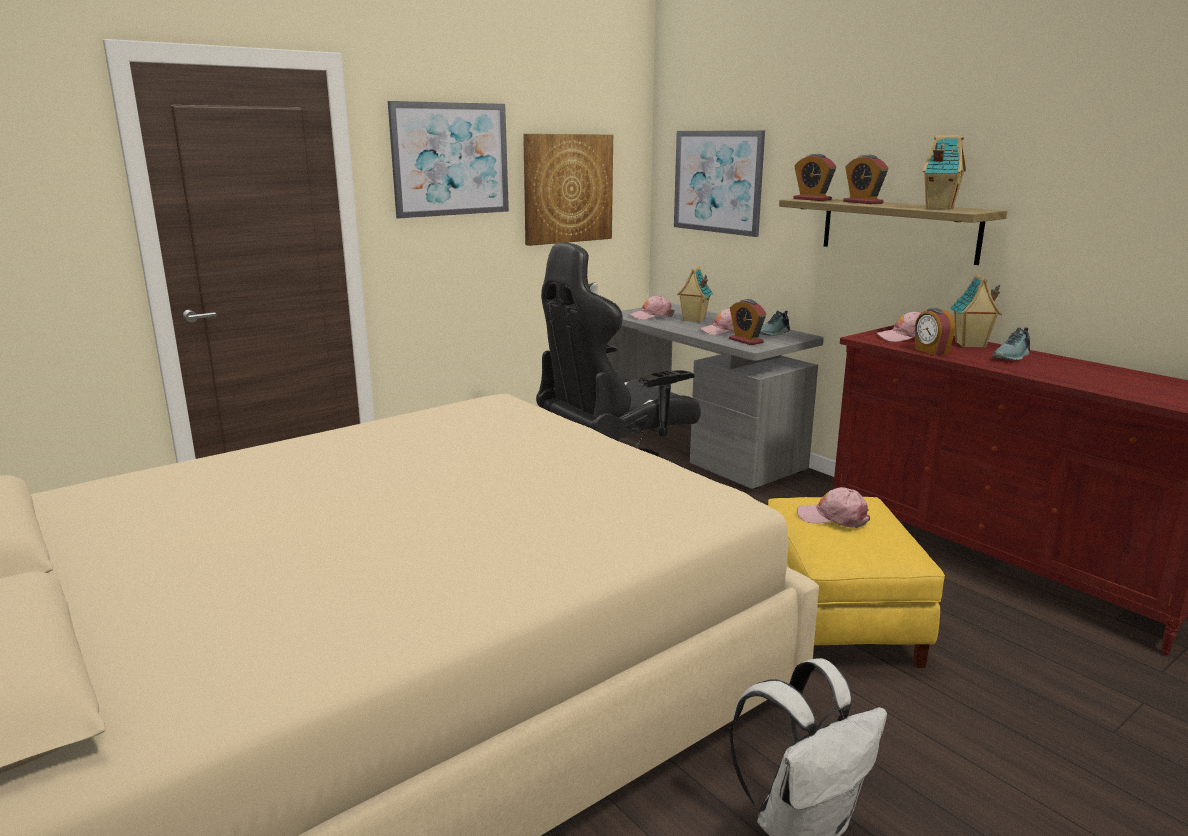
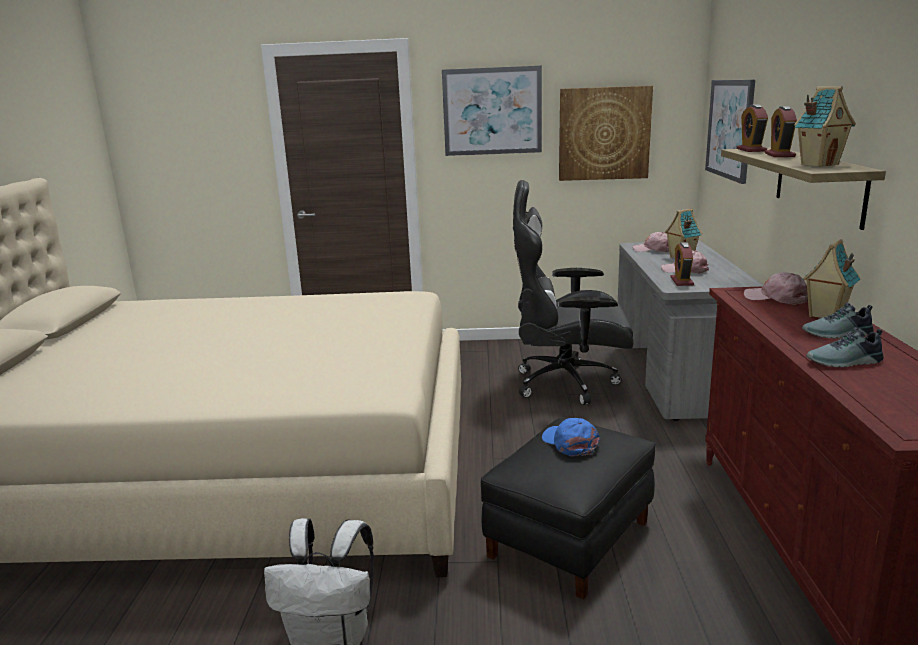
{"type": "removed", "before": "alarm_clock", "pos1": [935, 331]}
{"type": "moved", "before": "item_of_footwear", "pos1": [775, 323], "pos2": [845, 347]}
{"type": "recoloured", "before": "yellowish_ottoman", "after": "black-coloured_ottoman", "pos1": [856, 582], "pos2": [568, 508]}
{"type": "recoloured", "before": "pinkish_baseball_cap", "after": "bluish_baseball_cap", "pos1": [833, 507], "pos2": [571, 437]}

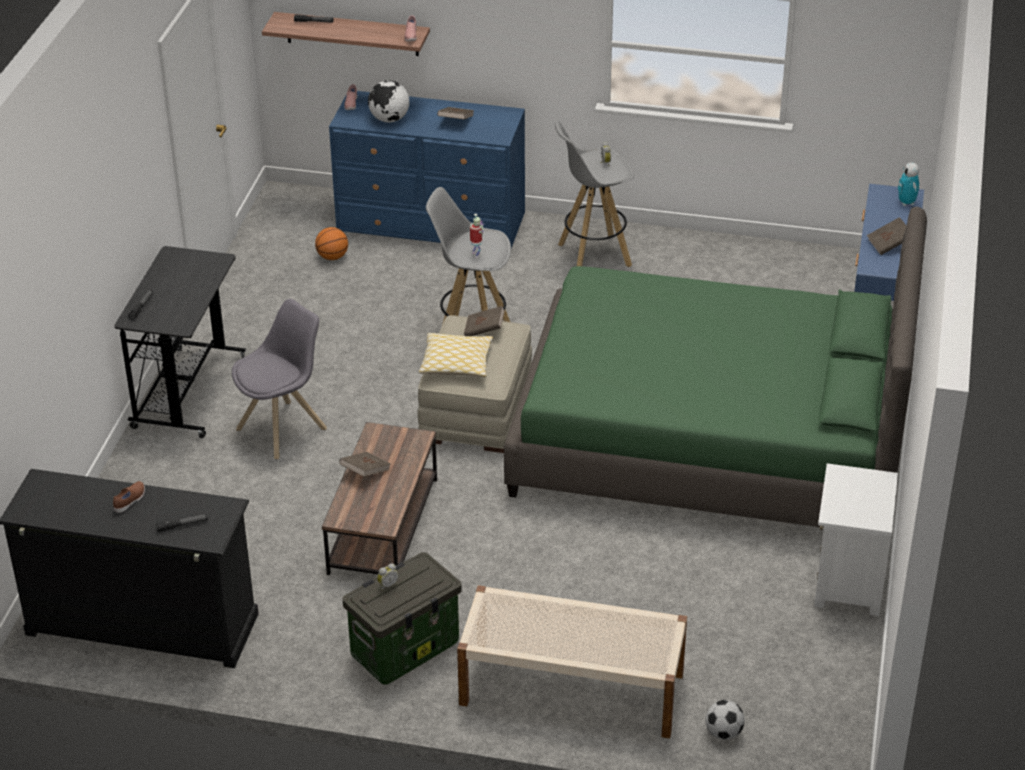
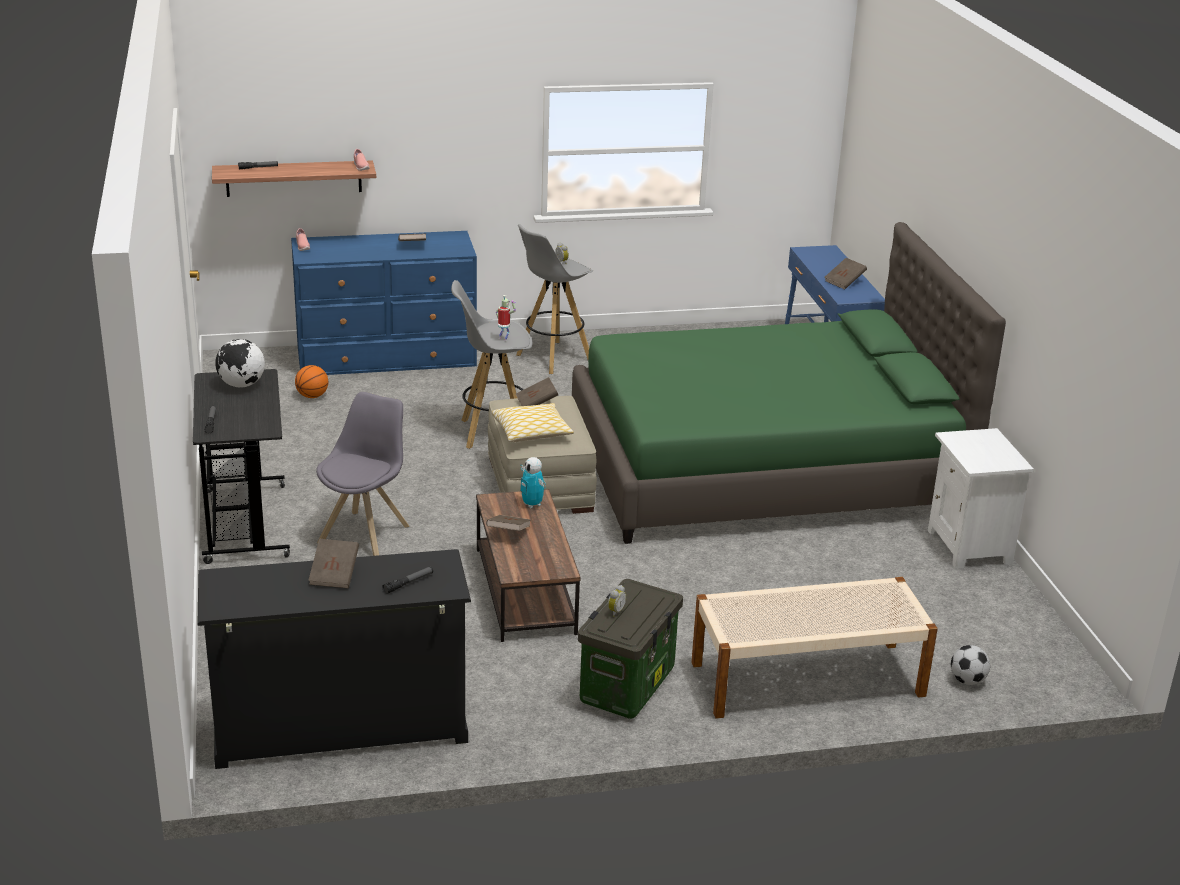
{"type": "moved", "before": "desk_globe", "pos1": [389, 101], "pos2": [240, 363]}
{"type": "moved", "before": "model_robot", "pos1": [908, 184], "pos2": [533, 482]}
{"type": "replaced", "before": "brown_item_of_footwear", "after": "brown_volume", "pos1": [129, 497], "pos2": [333, 563]}

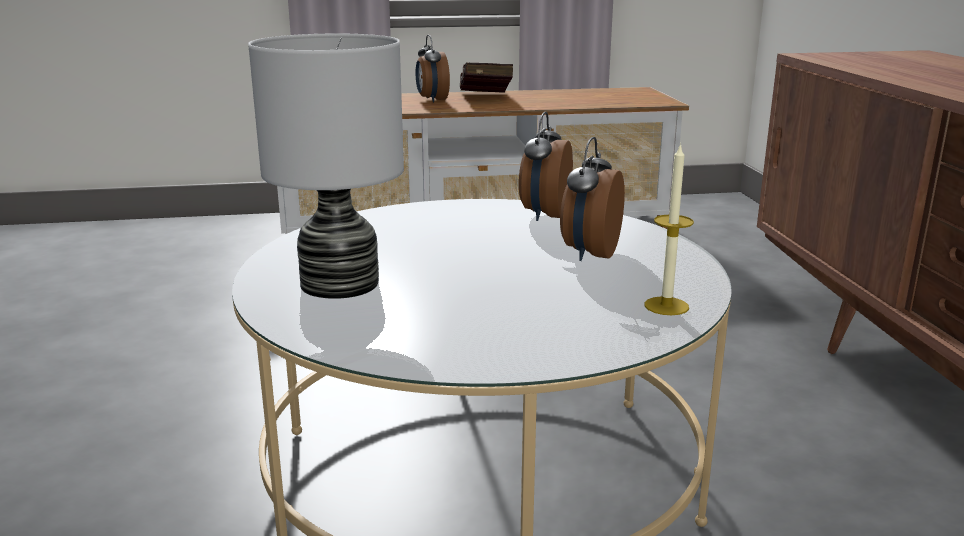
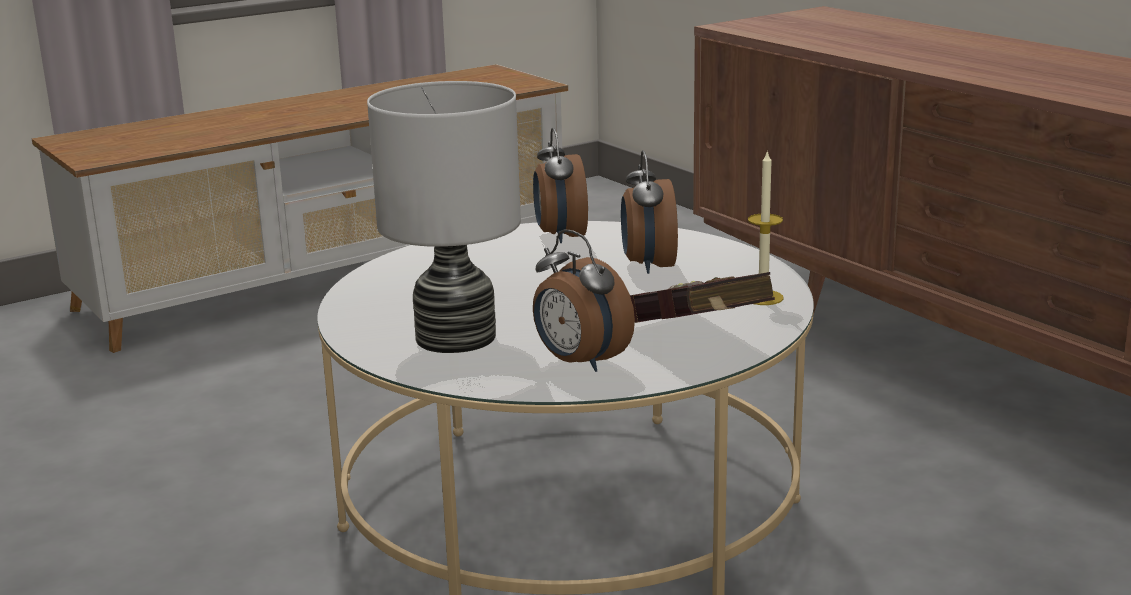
{"type": "moved", "before": "alarm_clock", "pos1": [433, 69], "pos2": [584, 300]}
{"type": "moved", "before": "reddish_volume", "pos1": [486, 77], "pos2": [702, 297]}

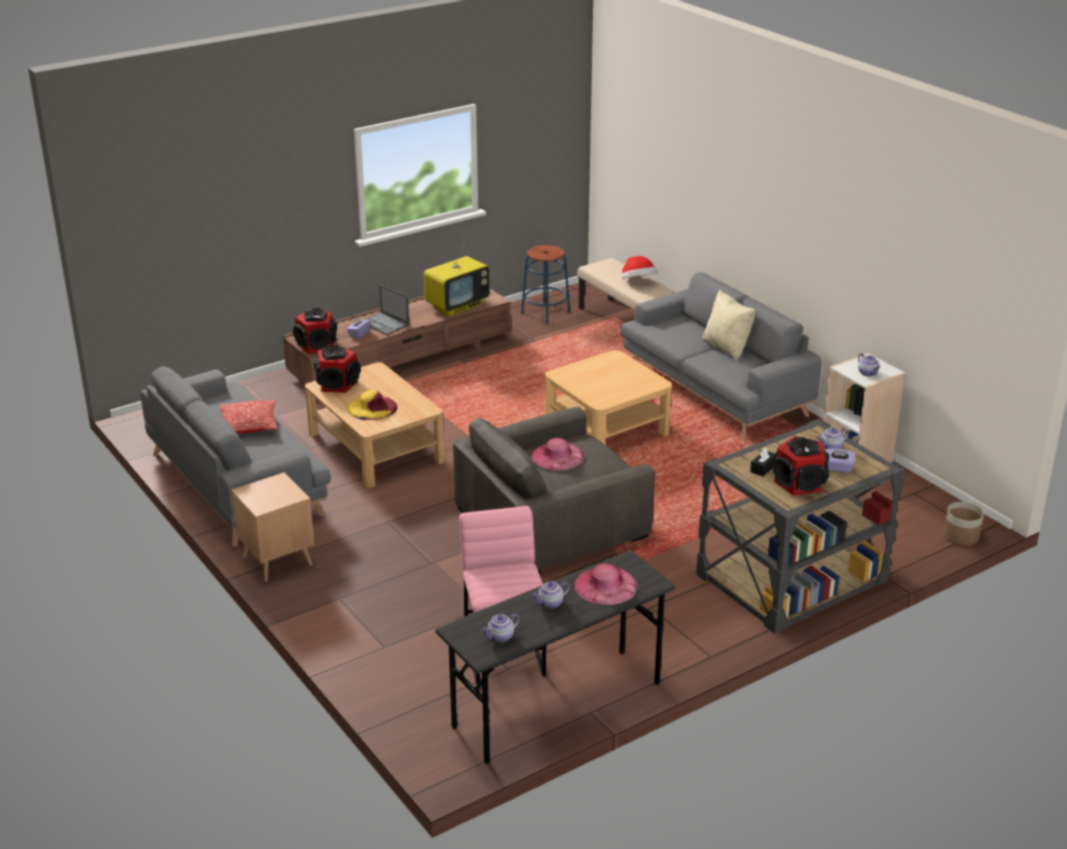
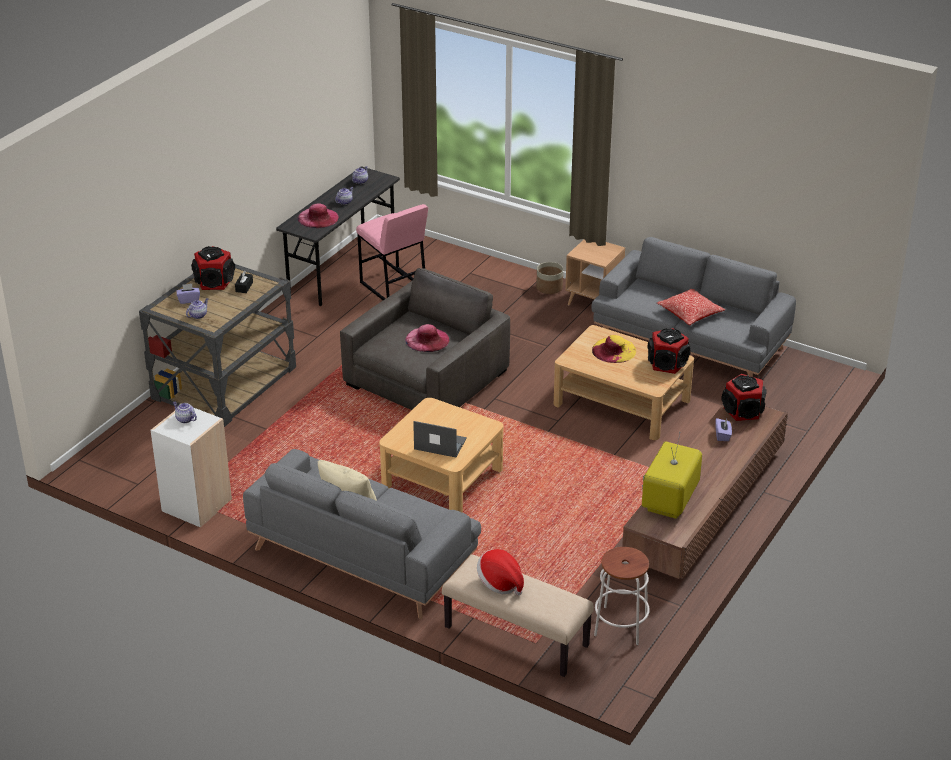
{"type": "moved", "before": "laptop", "pos1": [386, 310], "pos2": [440, 439]}
{"type": "moved", "before": "flower_pot", "pos1": [963, 523], "pos2": [549, 278]}
{"type": "recoloured", "before": "bluish_stool", "after": "white-coloured_stool", "pos1": [545, 284], "pos2": [622, 596]}

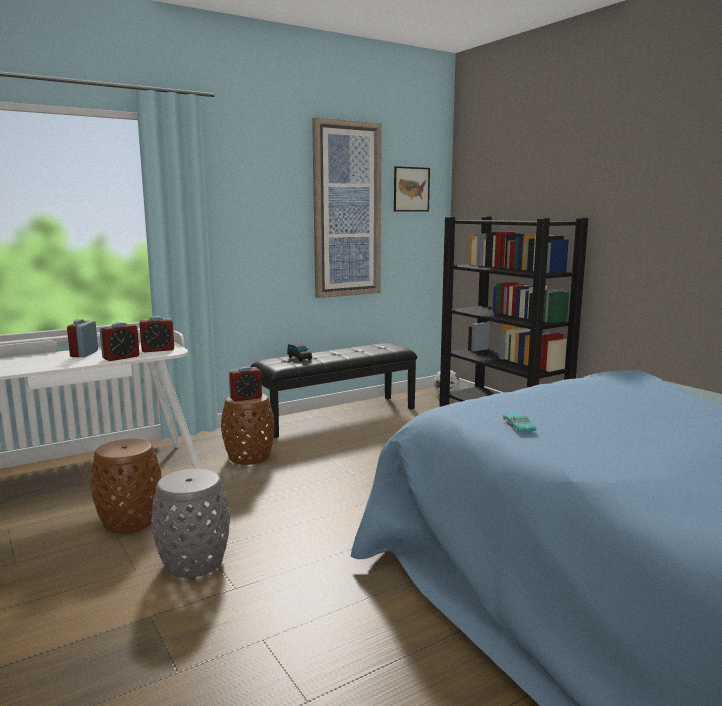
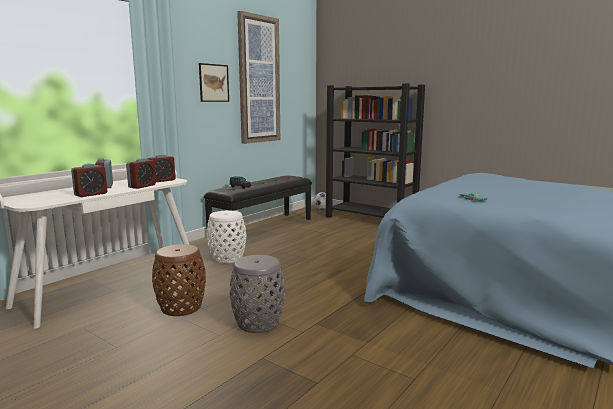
{"type": "moved", "before": "alarm_clock", "pos1": [245, 384], "pos2": [89, 180]}
{"type": "moved", "before": "wall_picture", "pos1": [412, 189], "pos2": [214, 82]}
{"type": "recoloured", "before": "brown_stool", "after": "white-coloured_stool", "pos1": [248, 429], "pos2": [226, 237]}

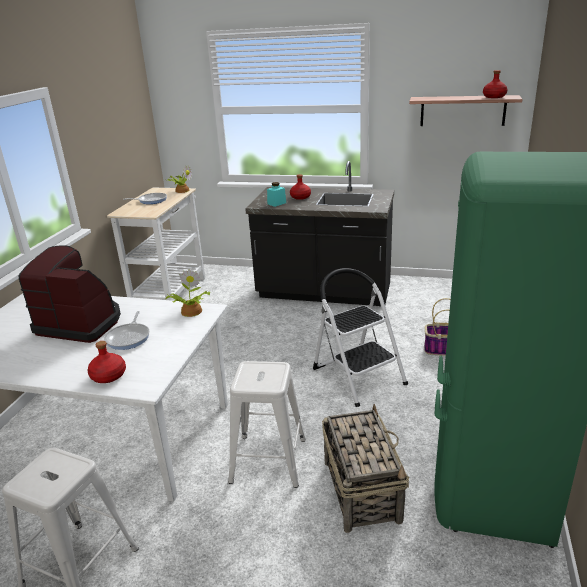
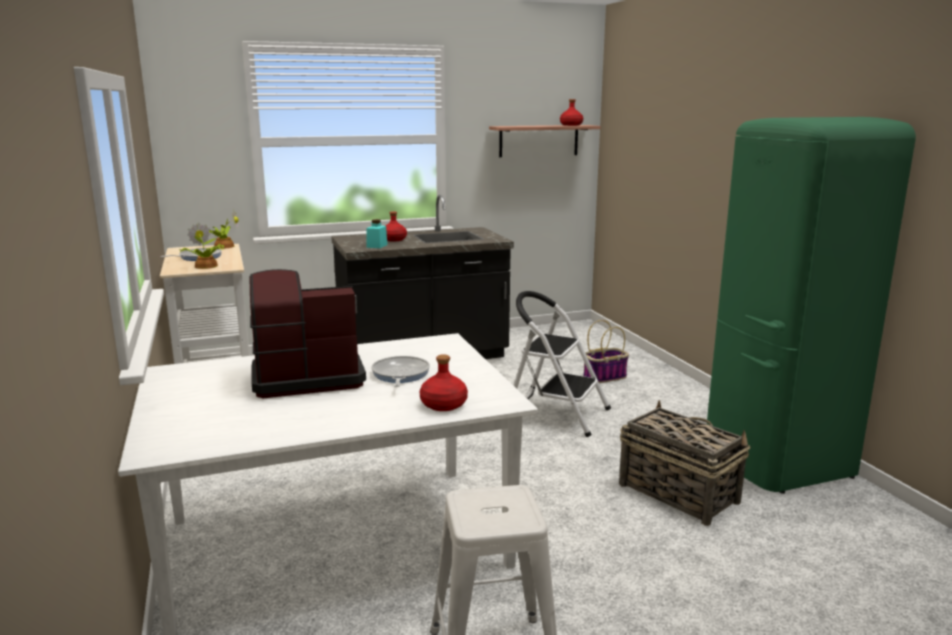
{"type": "removed", "before": "white-coloured_stool", "pos1": [267, 424]}
{"type": "moved", "before": "potted_plant", "pos1": [187, 293], "pos2": [202, 246]}
{"type": "turned", "before": "pan", "pos1": [126, 330], "pos2": [401, 371], "turn": -150}

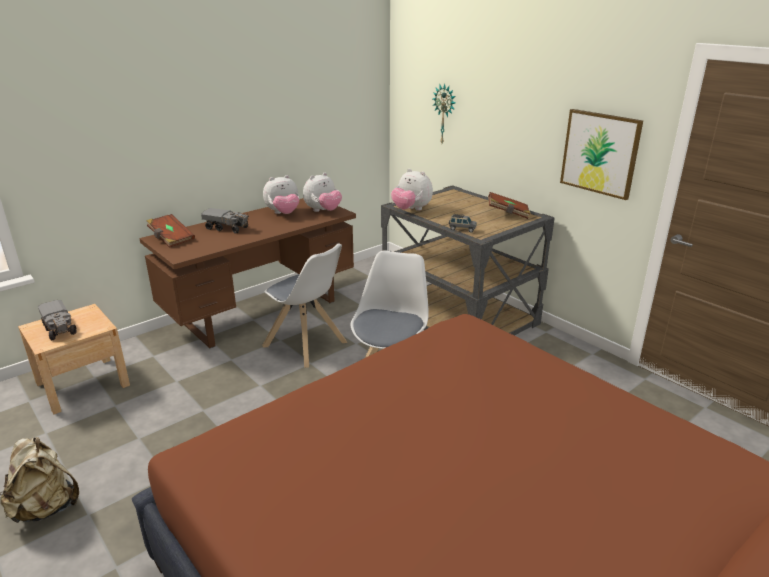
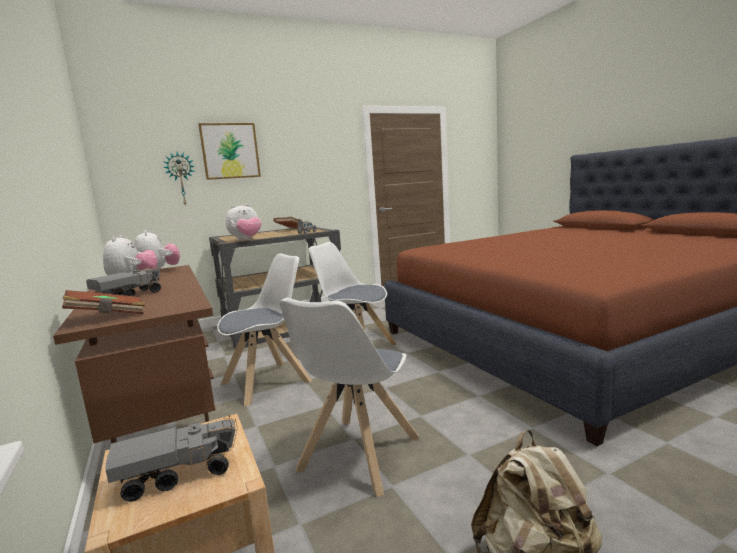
{"type": "added", "after": "plain_chair", "pos2": [350, 397]}
{"type": "moved", "before": "wall_picture", "pos1": [601, 154], "pos2": [229, 151]}

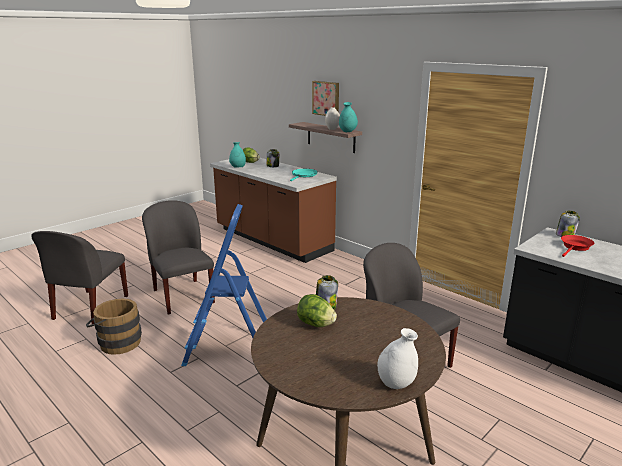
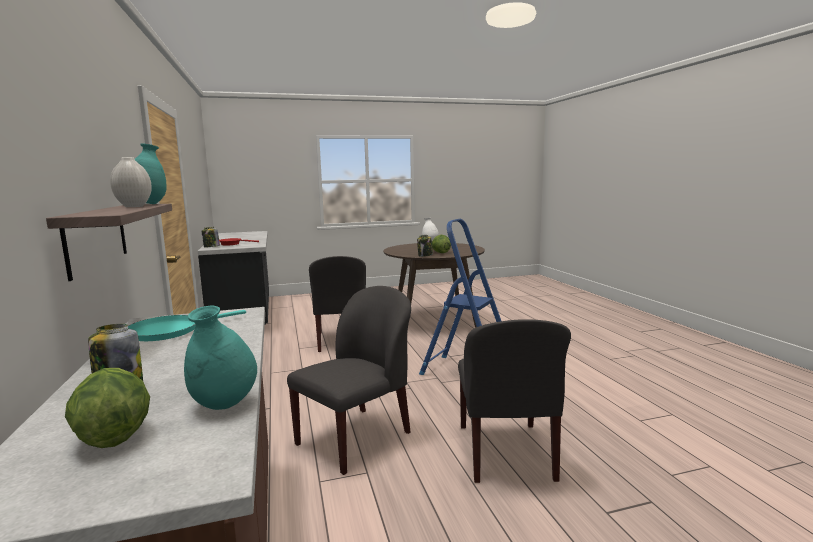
{"type": "removed", "before": "brown_pail", "pos1": [114, 327]}
{"type": "removed", "before": "wall_picture", "pos1": [325, 98]}
{"type": "moved", "before": "grey_plain_chair", "pos1": [79, 277], "pos2": [349, 380]}

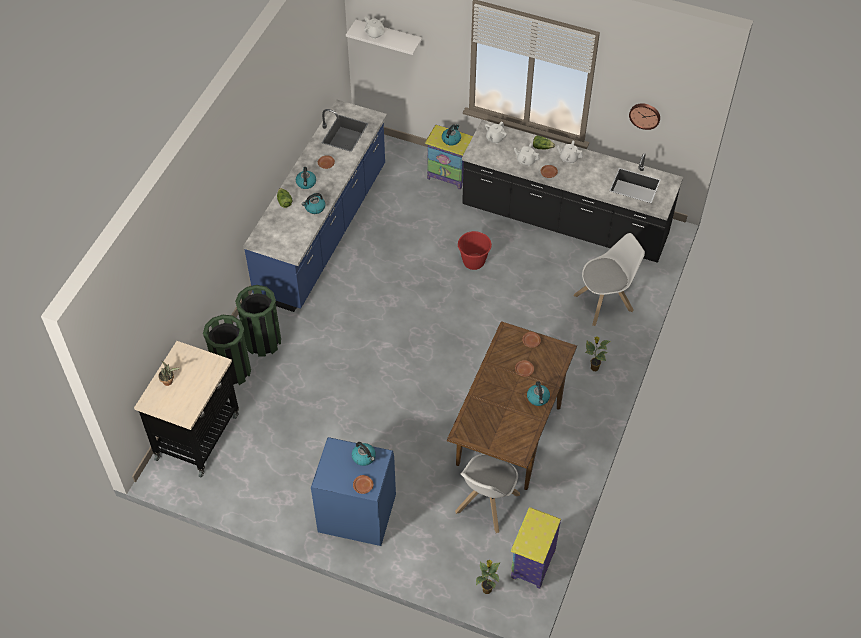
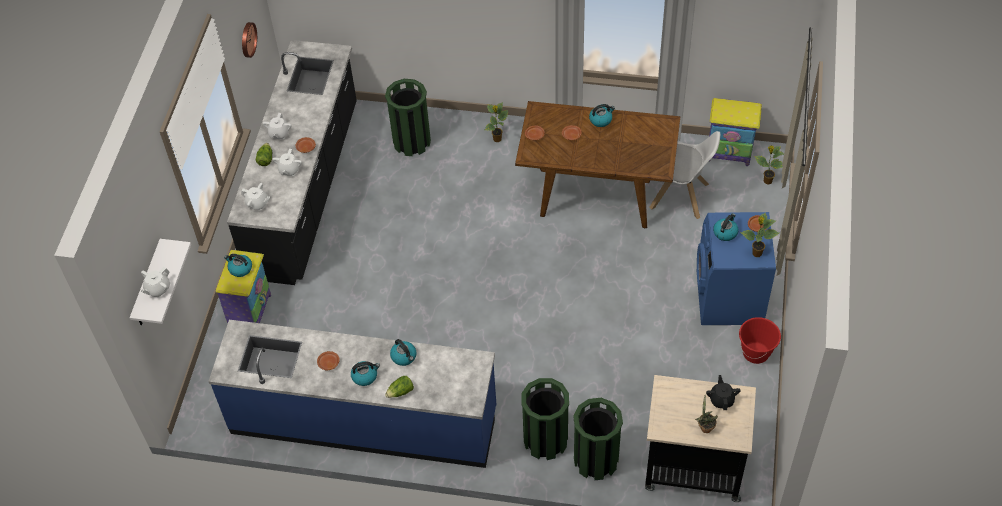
{"type": "added", "after": "black-coloured_teapot", "pos2": [723, 392]}
{"type": "added", "after": "potted_plant", "pos2": [759, 235]}
{"type": "moved", "before": "reddish_pail", "pos1": [475, 250], "pos2": [760, 340]}
{"type": "replaced", "before": "plain_chair", "after": "greenish_waste_bin", "pos1": [609, 279], "pos2": [408, 117]}

